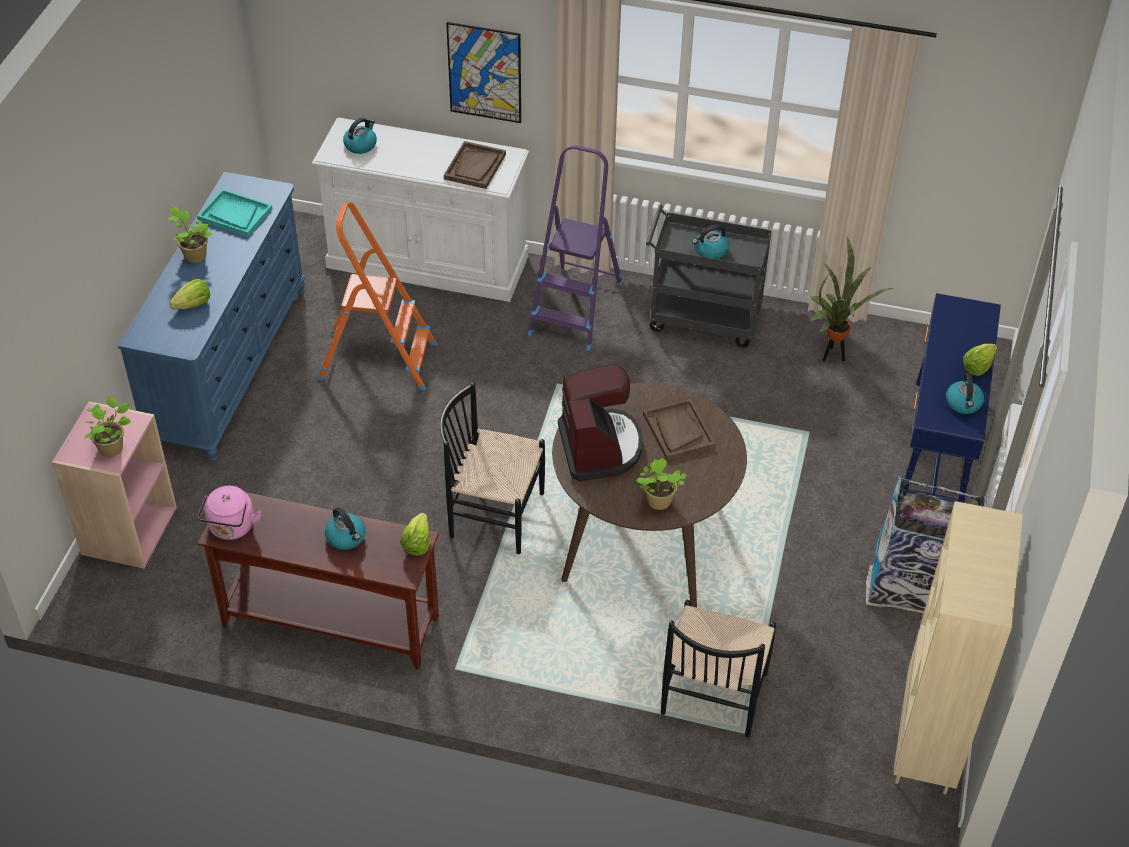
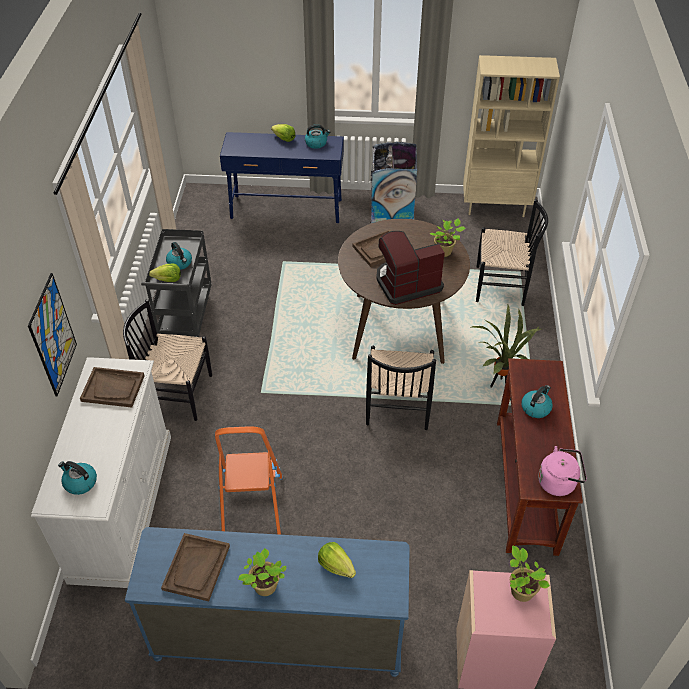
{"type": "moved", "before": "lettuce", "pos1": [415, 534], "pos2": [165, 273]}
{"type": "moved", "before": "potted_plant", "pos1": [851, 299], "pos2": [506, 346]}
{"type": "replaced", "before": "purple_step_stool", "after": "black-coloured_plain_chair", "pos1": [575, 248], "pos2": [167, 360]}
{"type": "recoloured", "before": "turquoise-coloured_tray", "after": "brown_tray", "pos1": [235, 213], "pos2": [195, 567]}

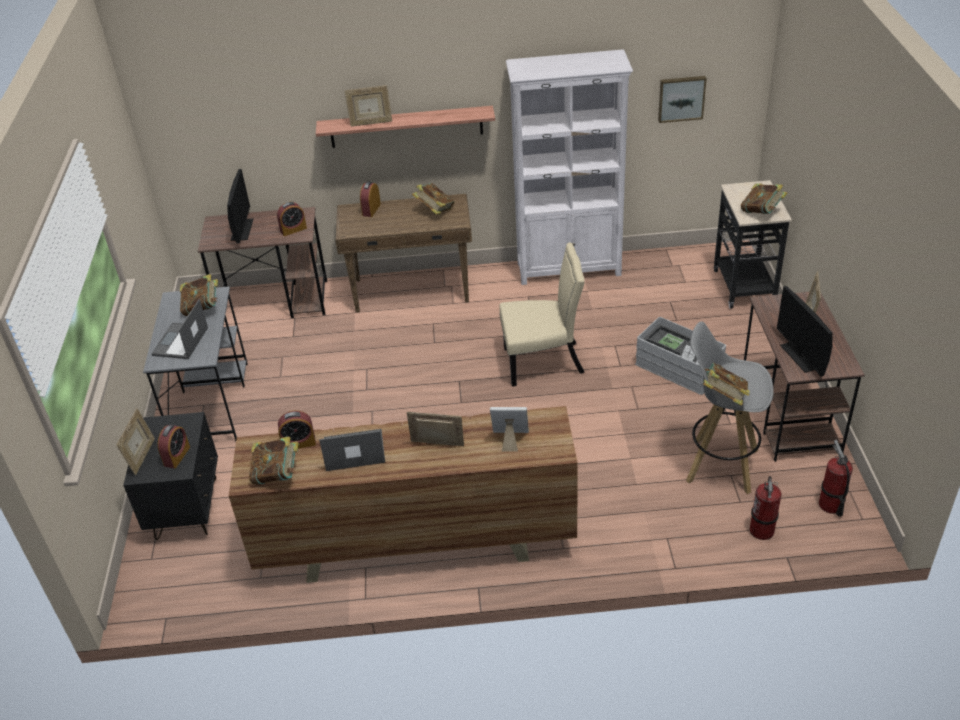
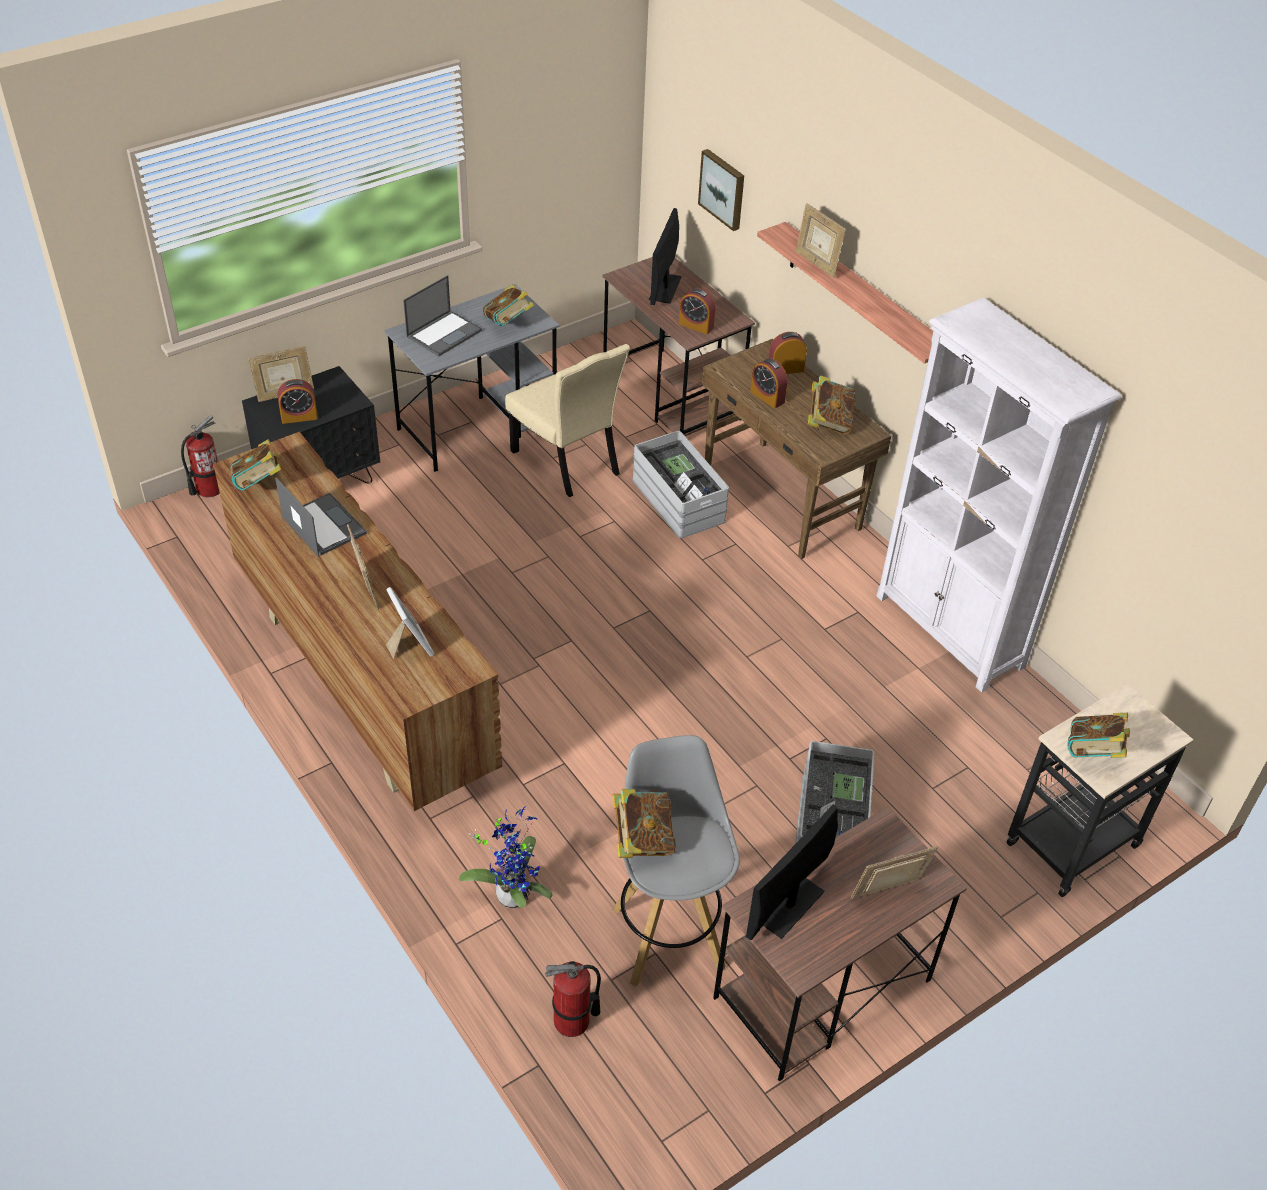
{"type": "added", "after": "potted_plant", "pos2": [506, 857]}
{"type": "added", "after": "grey_storage_container", "pos2": [680, 484]}
{"type": "moved", "before": "alarm_clock", "pos1": [297, 429], "pos2": [769, 383]}
{"type": "moved", "before": "beige_plain_chair", "pos1": [542, 314], "pos2": [567, 420]}
{"type": "moved", "before": "wall_picture", "pos1": [682, 99], "pos2": [721, 190]}
{"type": "moved", "before": "fire_extinguisher", "pos1": [836, 478], "pos2": [200, 456]}
{"type": "turned", "before": "laptop", "pos1": [180, 329], "pos2": [442, 316], "turn": 150}
{"type": "turned", "before": "computer_screen", "pos1": [240, 206], "pos2": [665, 256], "turn": 135}

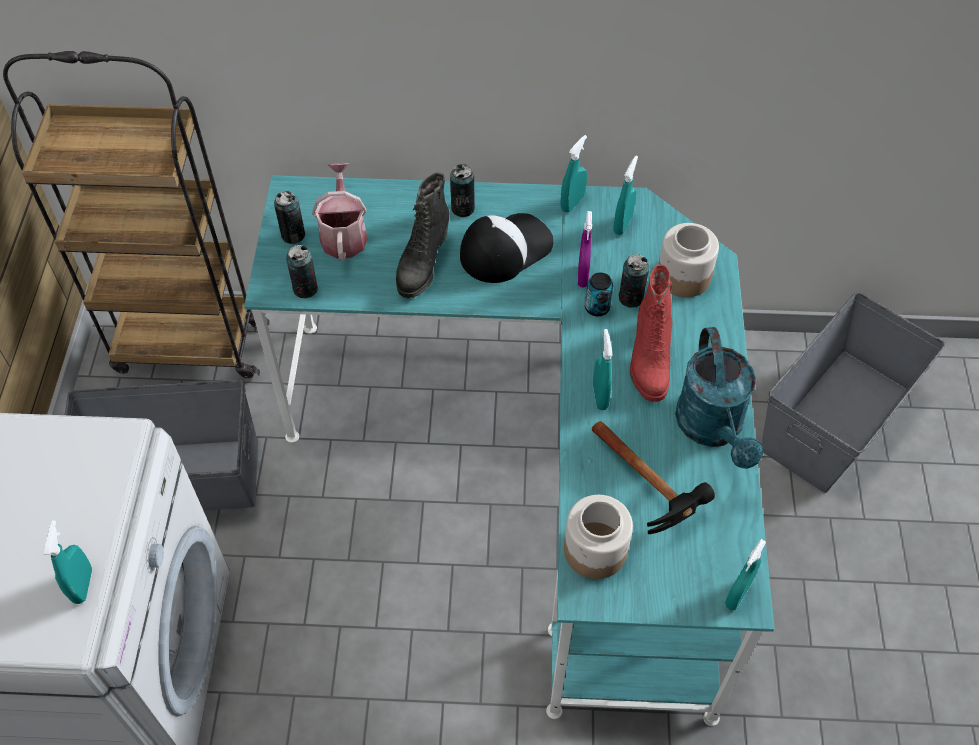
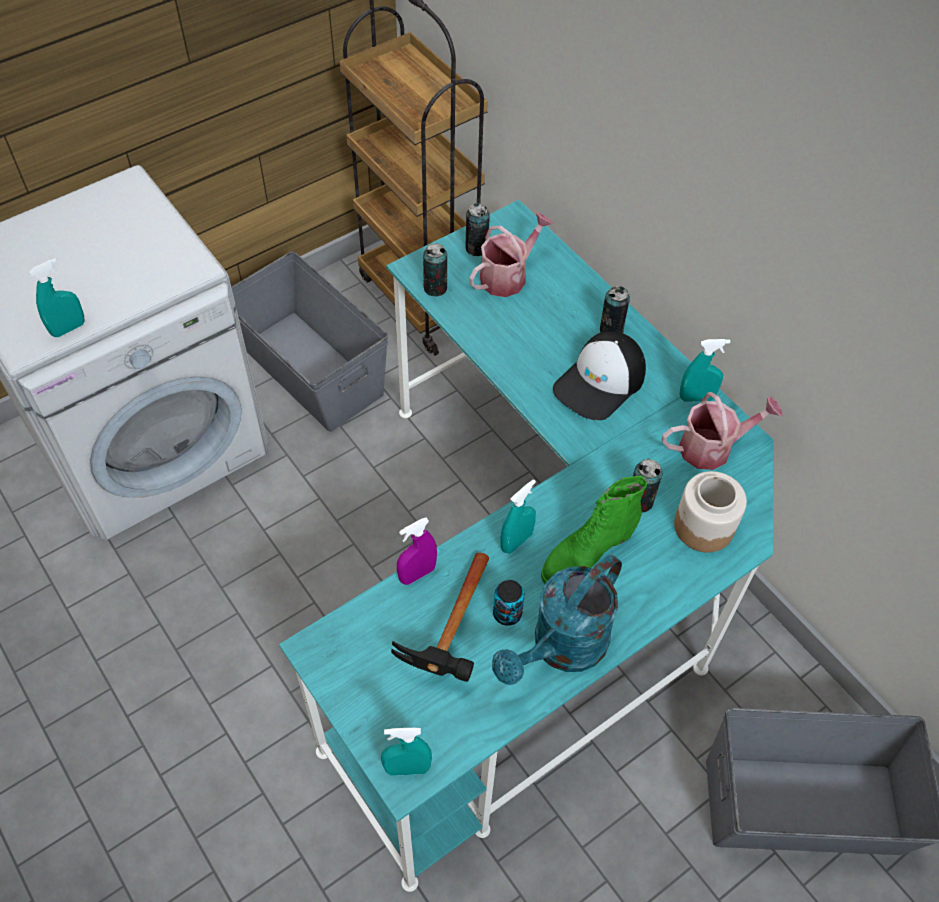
{"type": "removed", "before": "black-coloured_tall_boot", "pos1": [422, 235]}
{"type": "removed", "before": "preserve_jar", "pos1": [598, 537]}
{"type": "moved", "before": "purple_hand_sprayer", "pos1": [585, 249], "pos2": [417, 551]}
{"type": "moved", "before": "metal_can", "pos1": [599, 294], "pos2": [509, 603]}
{"type": "replaced", "before": "turquoise-coloured_hand_sprayer", "after": "watering_pot", "pos1": [625, 195], "pos2": [722, 431]}
{"type": "recoloured", "before": "reddish_tall_boot", "after": "greenish_tall_boot", "pos1": [651, 333], "pos2": [594, 530]}
{"type": "turned", "before": "baseball_cap", "pos1": [507, 248], "pos2": [599, 375], "turn": 120}

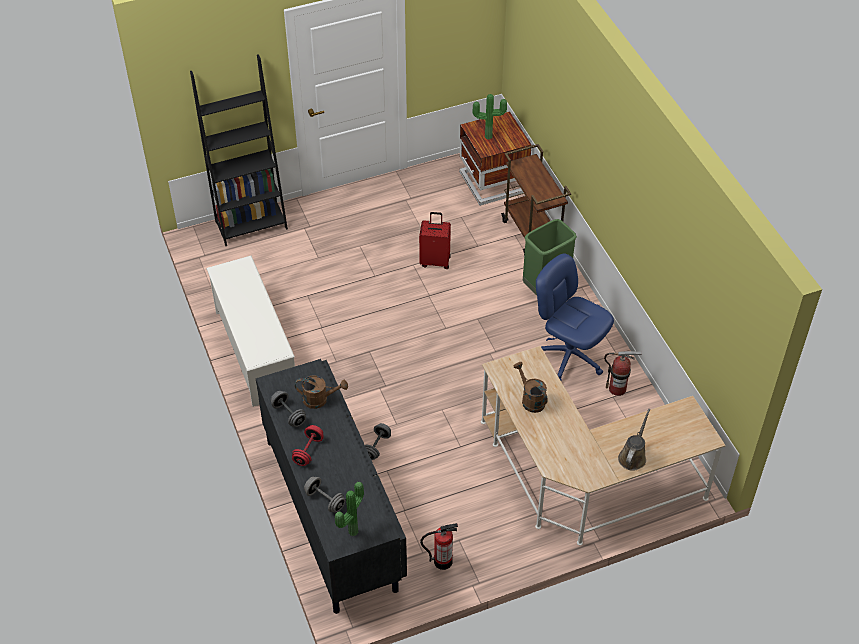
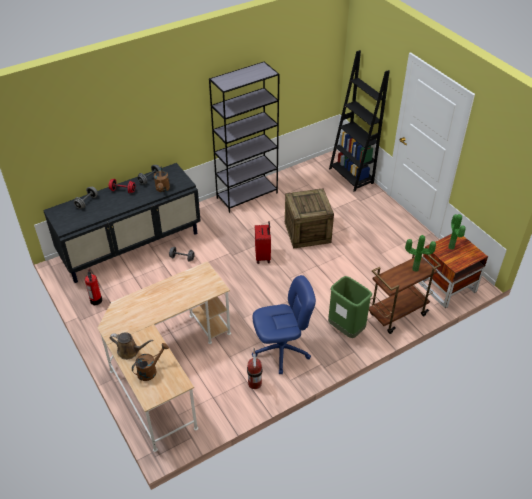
{"type": "added", "after": "shipping_crate", "pos2": [309, 218]}
{"type": "moved", "before": "potted_plant", "pos1": [349, 509], "pos2": [420, 253]}
{"type": "moved", "before": "reddish_piece_of_luggage", "pos1": [435, 240], "pos2": [263, 242]}
{"type": "moved", "before": "brown_watering_pot", "pos1": [531, 387], "pos2": [150, 362]}
{"type": "replaced", "before": "white-coloured_shoe_shelf", "after": "grey_bookshelf", "pos1": [250, 331], "pos2": [244, 137]}
{"type": "turned", "before": "bluish_desk_chair", "pos1": [575, 317], "pos2": [284, 324], "turn": 45}

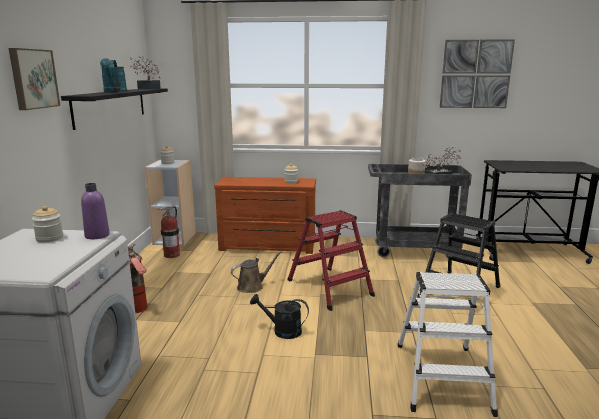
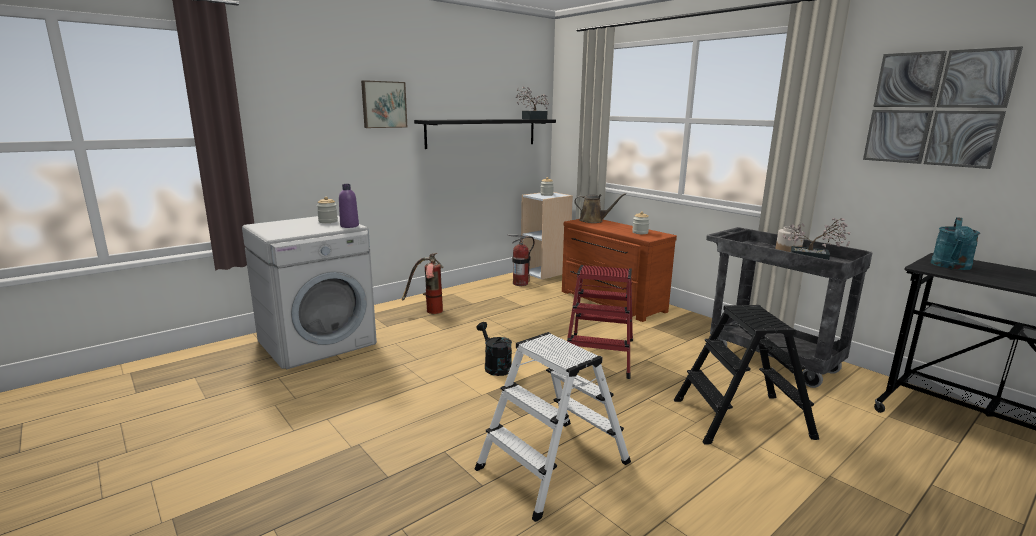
{"type": "moved", "before": "turquoise-coloured_watering_pot", "pos1": [113, 75], "pos2": [955, 243]}
{"type": "moved", "before": "brown_watering_pot", "pos1": [256, 272], "pos2": [600, 208]}

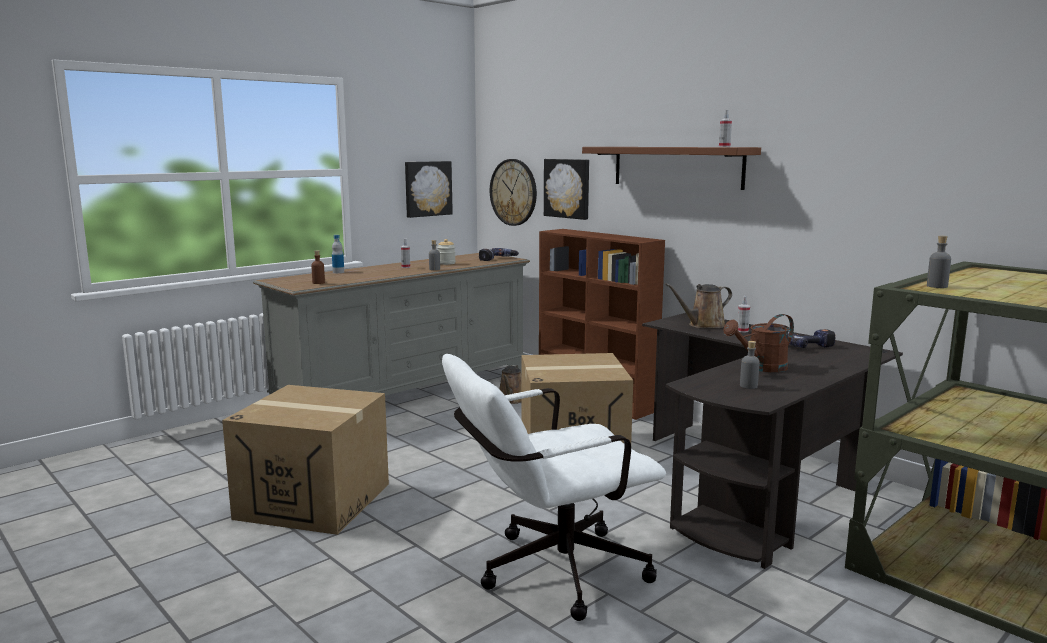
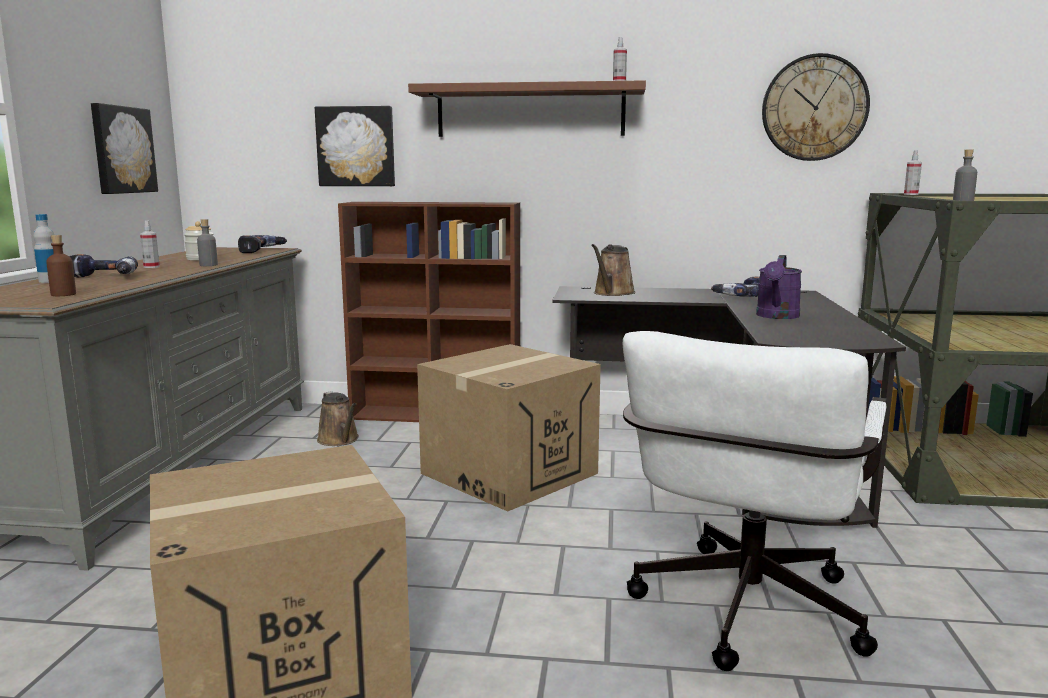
{"type": "removed", "before": "grey_drink_bottle", "pos1": [750, 365]}
{"type": "added", "after": "power_drill", "pos2": [103, 265]}
{"type": "moved", "before": "clock_on_the_wall", "pos1": [513, 192], "pos2": [816, 107]}
{"type": "moved", "before": "hand_sprayer", "pos1": [744, 314], "pos2": [913, 172]}
{"type": "recoloured", "before": "brown_watering_pot", "after": "purple_watering_pot", "pos1": [758, 343], "pos2": [779, 287]}

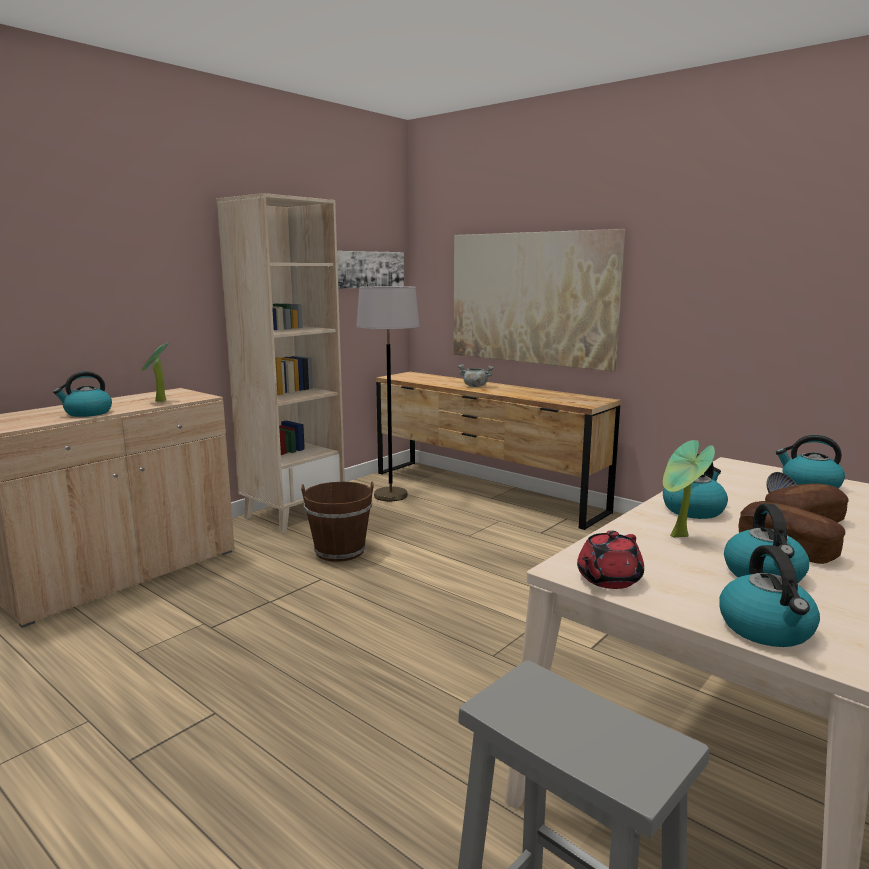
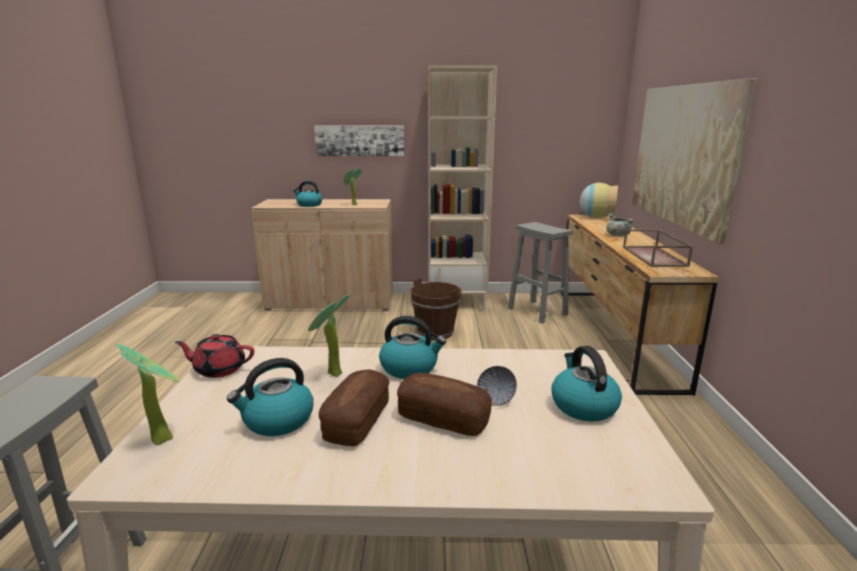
{"type": "added", "after": "vase", "pos2": [599, 200]}
{"type": "added", "after": "brown_tray", "pos2": [658, 248]}
{"type": "moved", "before": "wall_picture", "pos1": [370, 270], "pos2": [359, 140]}
{"type": "replaced", "before": "grey_floor_lamp", "after": "grey_stool", "pos1": [388, 393], "pos2": [540, 273]}
{"type": "replaced", "before": "tea_kettle", "after": "potted_plant", "pos1": [769, 596], "pos2": [147, 394]}

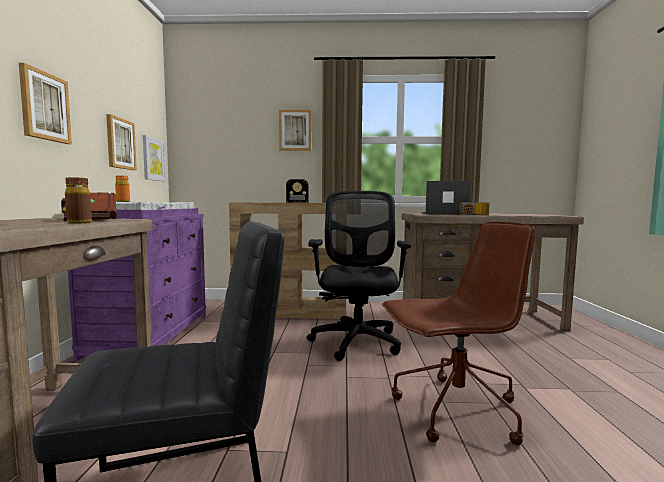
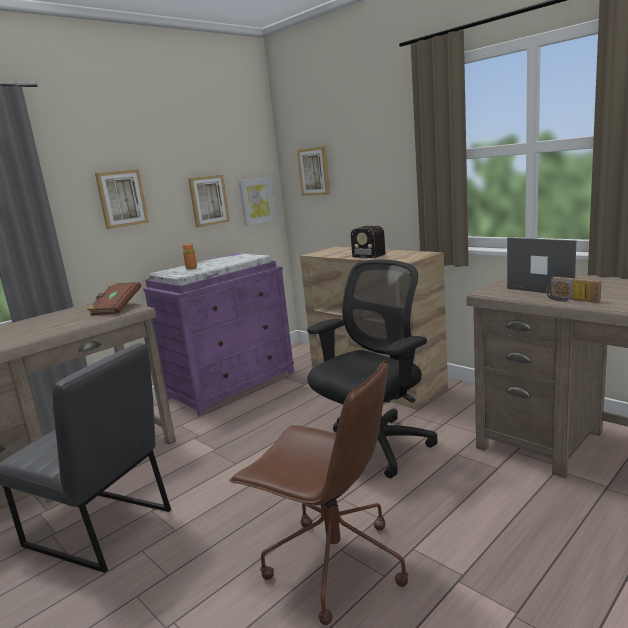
{"type": "removed", "before": "brown_drink_bottle", "pos1": [78, 200]}
{"type": "moved", "before": "wall_picture", "pos1": [295, 130], "pos2": [313, 171]}

